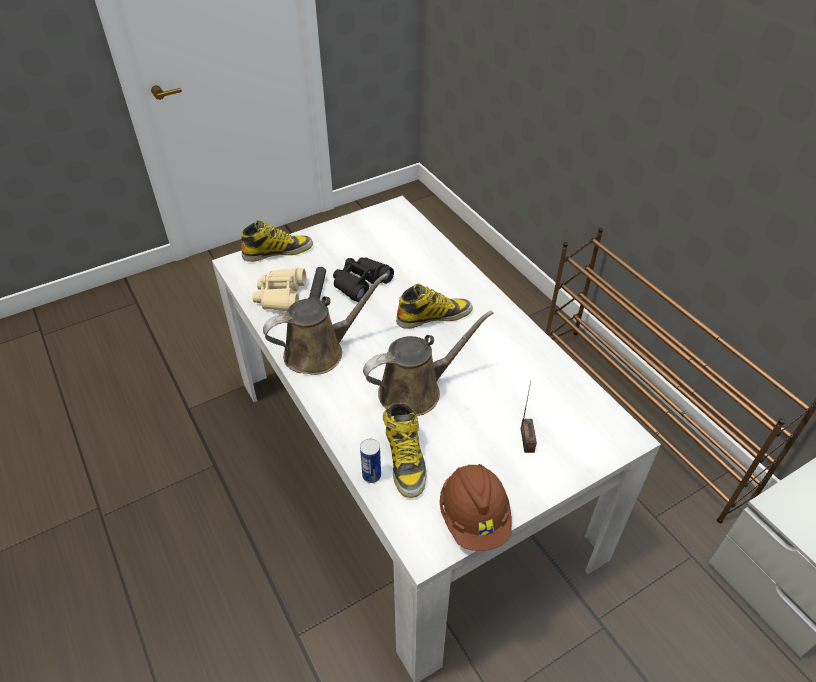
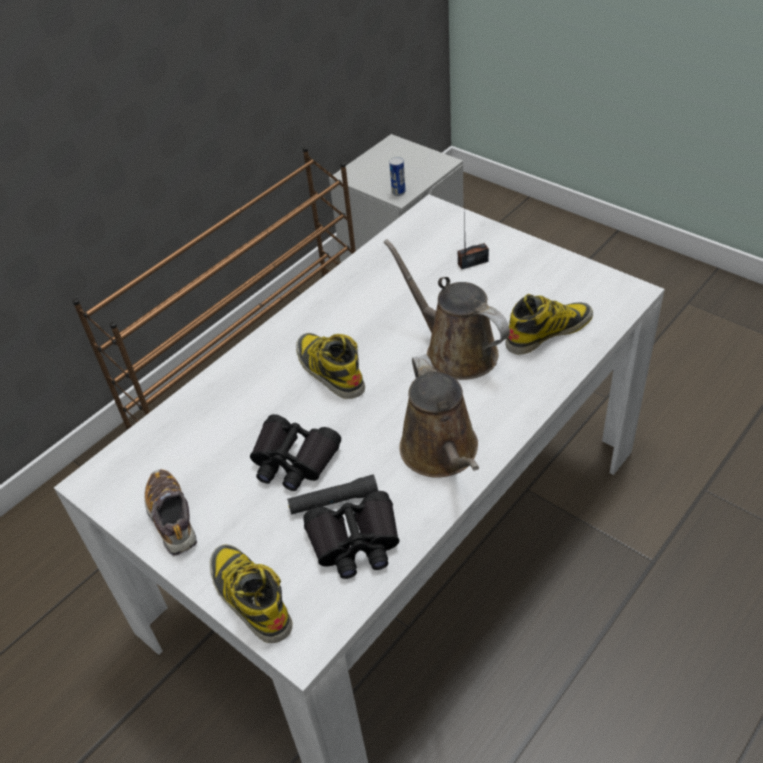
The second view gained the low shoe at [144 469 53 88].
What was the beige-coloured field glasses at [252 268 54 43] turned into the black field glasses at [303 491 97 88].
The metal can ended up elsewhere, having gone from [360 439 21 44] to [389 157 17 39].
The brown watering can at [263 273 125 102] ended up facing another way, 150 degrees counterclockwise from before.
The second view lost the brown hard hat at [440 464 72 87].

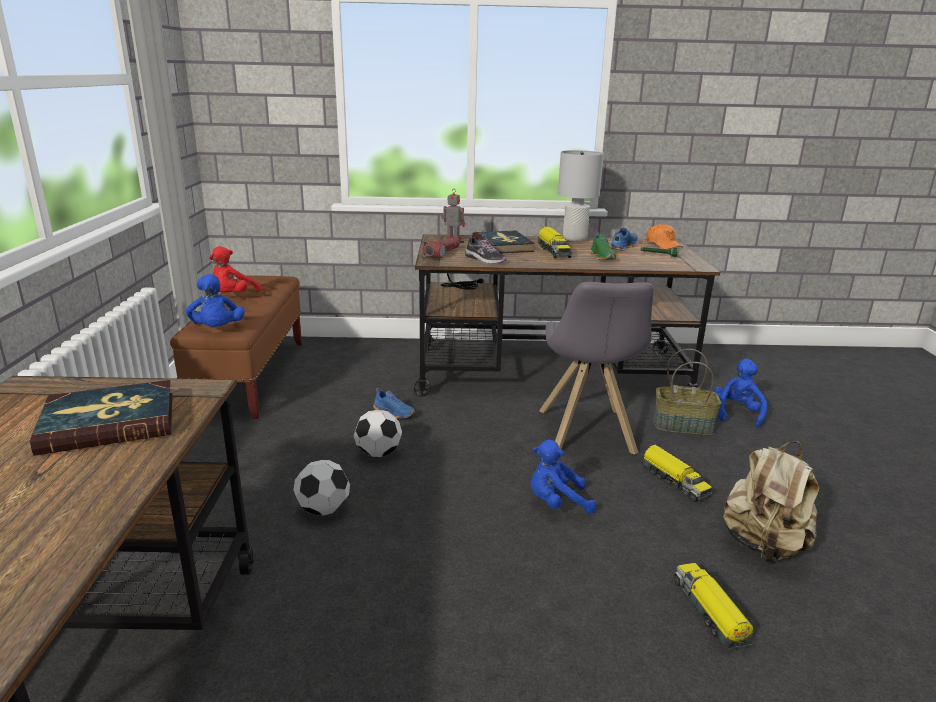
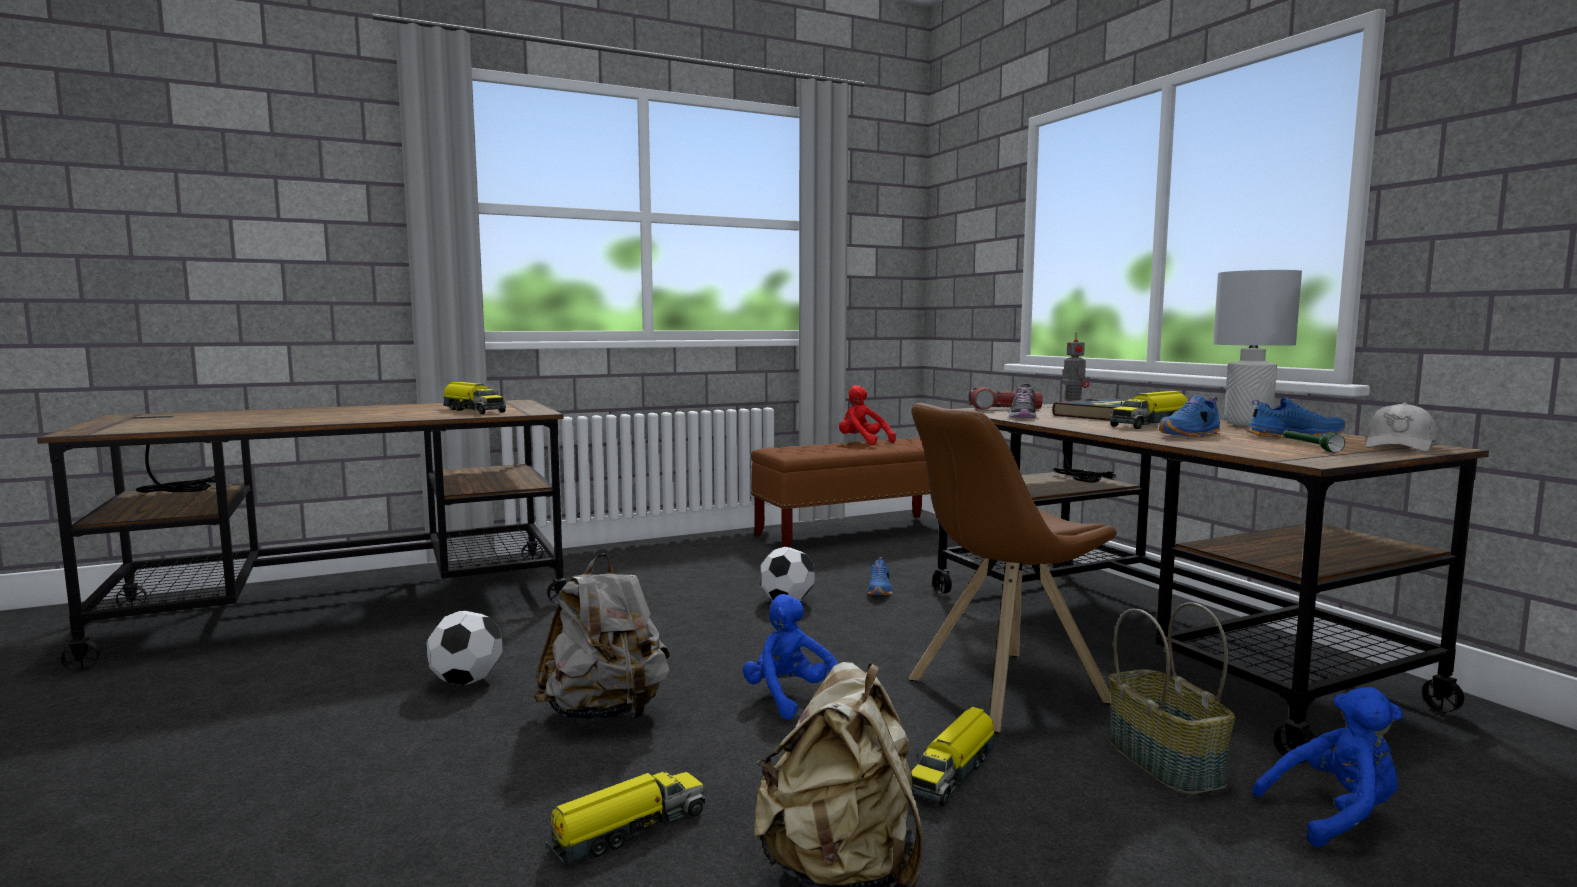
The football ball ended up elsewhere, having gone from [293 460 57 56] to [426 611 77 74].
Where the book stood at [30 380 143 76], the toy truck came to stand at [443 382 63 32].
The second view gained the grey rucksack at [533 553 137 167].
The reddish soft toy at [209 246 53 47] ended up facing another way, 45 degrees clockwise from before.
What was the grey plain chair at [539 282 114 173] turned into the brown plain chair at [909 403 208 330].
What was the green-coloured low shoe at [590 232 26 28] turned into the blue low shoe at [1159 395 61 43].
What was the orangey cap at [646 223 37 26] turned into the white cap at [1365 402 72 50].
The second view lost the blue soft toy at [186 274 59 53].

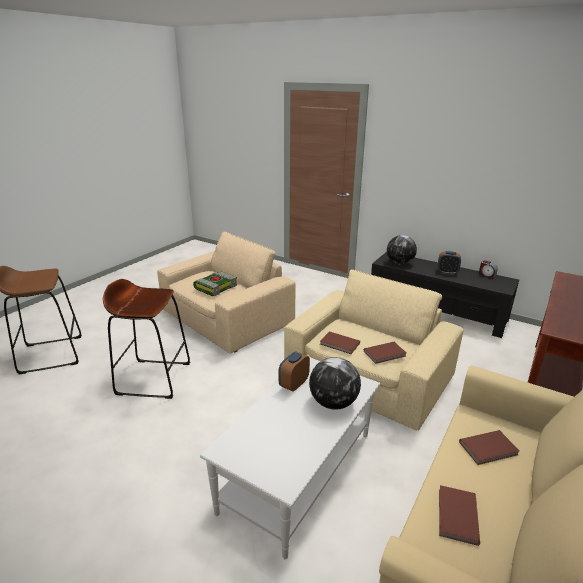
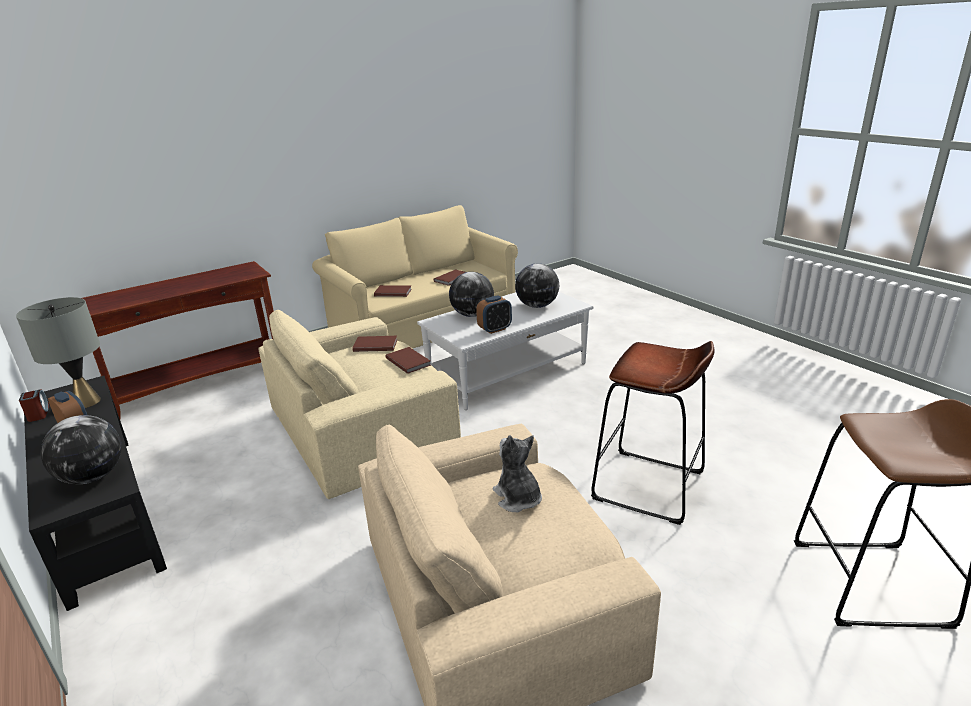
The second view gained the grey tabletop lamp at [16 297 85 111].
Where the book stood at [193 271 44 25], the soft toy came to stand at [493 435 49 77].
The second view gained the globe at [515 264 44 44].

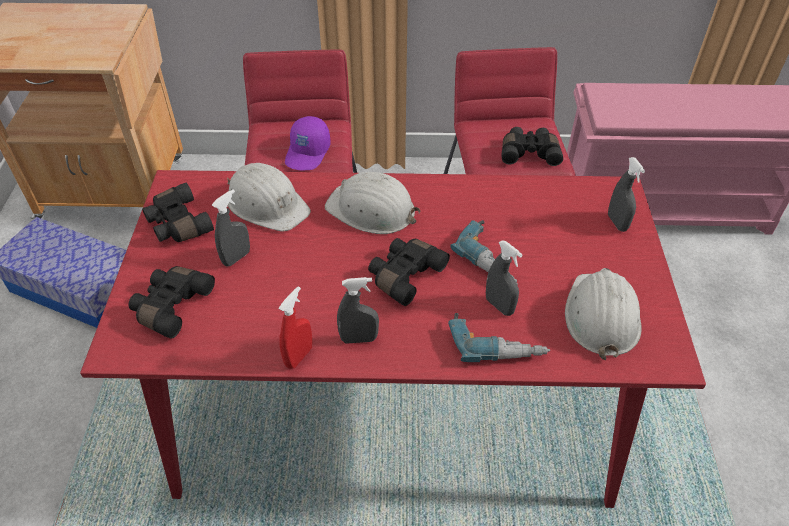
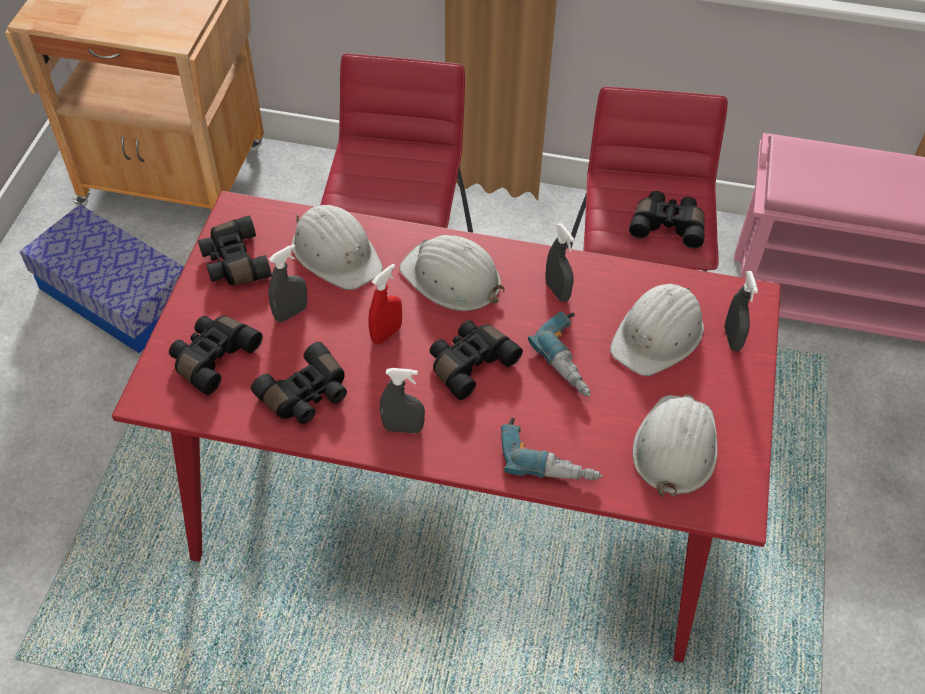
The second view gained the black field glasses at [251 342 96 82].
The reddish spray bottle ended up elsewhere, having gone from [278 286 34 83] to [368 264 34 80].
The grey spray bottle ended up elsewhere, having gone from [486 240 37 76] to [545 223 30 79].
The second view gained the white hard hat at [610 284 94 92].
The second view lost the purple-coloured cap at [285 116 46 54].

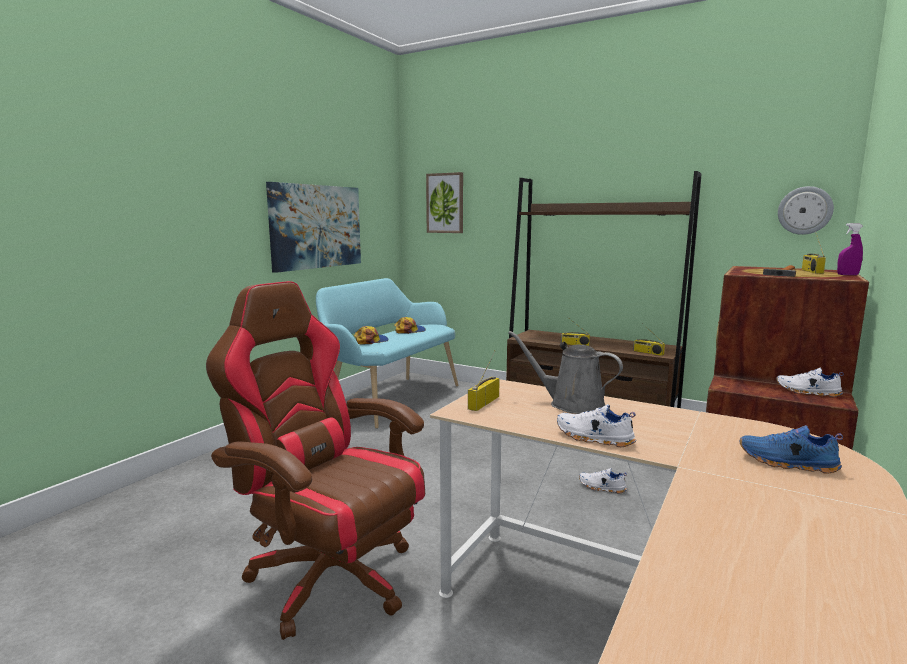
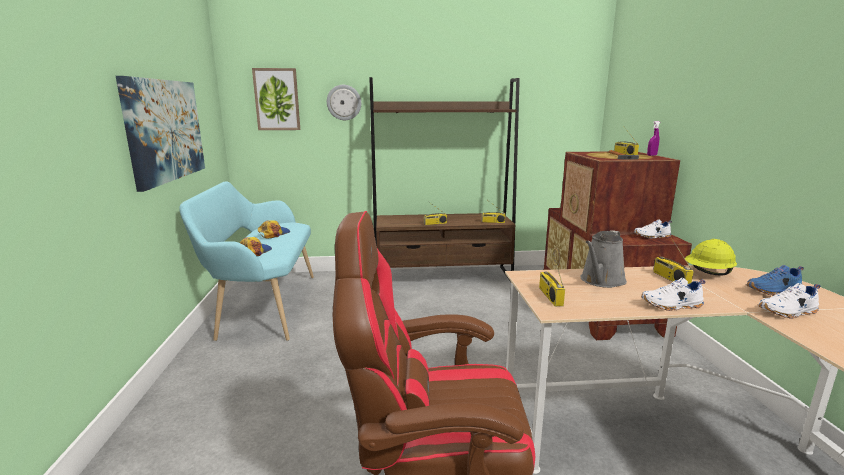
The hanging clock ended up elsewhere, having gone from [778 186 56 49] to [327 85 34 35].
The grey watering can at [508 331 115 83] ended up facing another way, 45 degrees counterclockwise from before.
The second view gained the radio set at [653 235 41 49].
The second view gained the yellow hard hat at [685 239 52 37].
The white low shoe ended up elsewhere, having gone from [579 468 48 26] to [758 283 62 36].

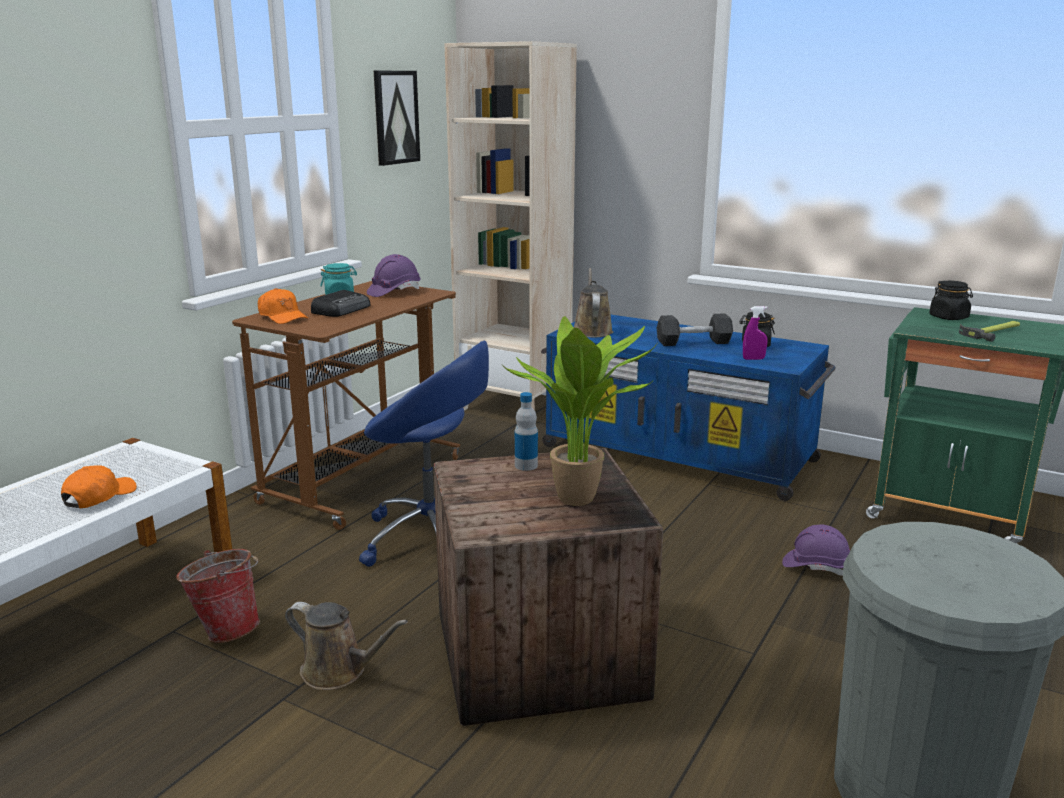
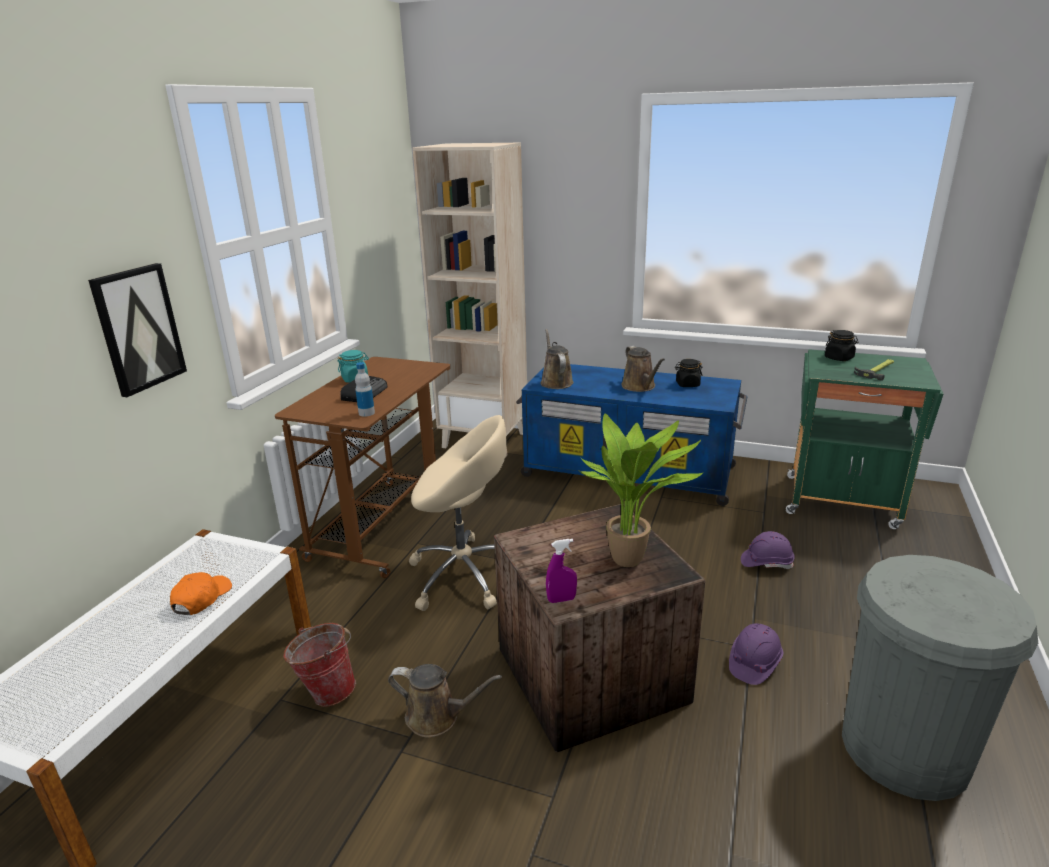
The wall art ended up elsewhere, having gone from [374 71 46 95] to [88 263 99 134].
The bottle ended up elsewhere, having gone from [515 392 23 79] to [355 362 20 55].
What was the blue desk chair at [359 341 130 226] turned into the beige-coloured desk chair at [409 415 98 196].
The purple-coloured spray bottle ended up elsewhere, having gone from [743 306 25 54] to [546 539 31 64].
Where the black dumbbell stood at [657 313 76 33], the brown watering can came to stand at [621 346 44 46].
The purple-coloured hard hat ended up elsewhere, having gone from [367 254 53 43] to [729 623 54 62].
The second view lost the orangey cap at [258 288 50 36].

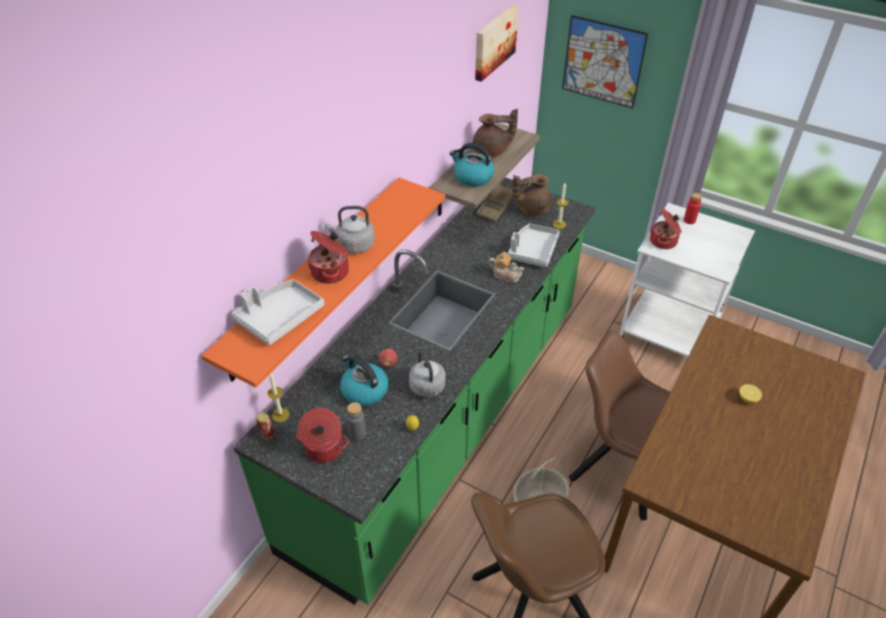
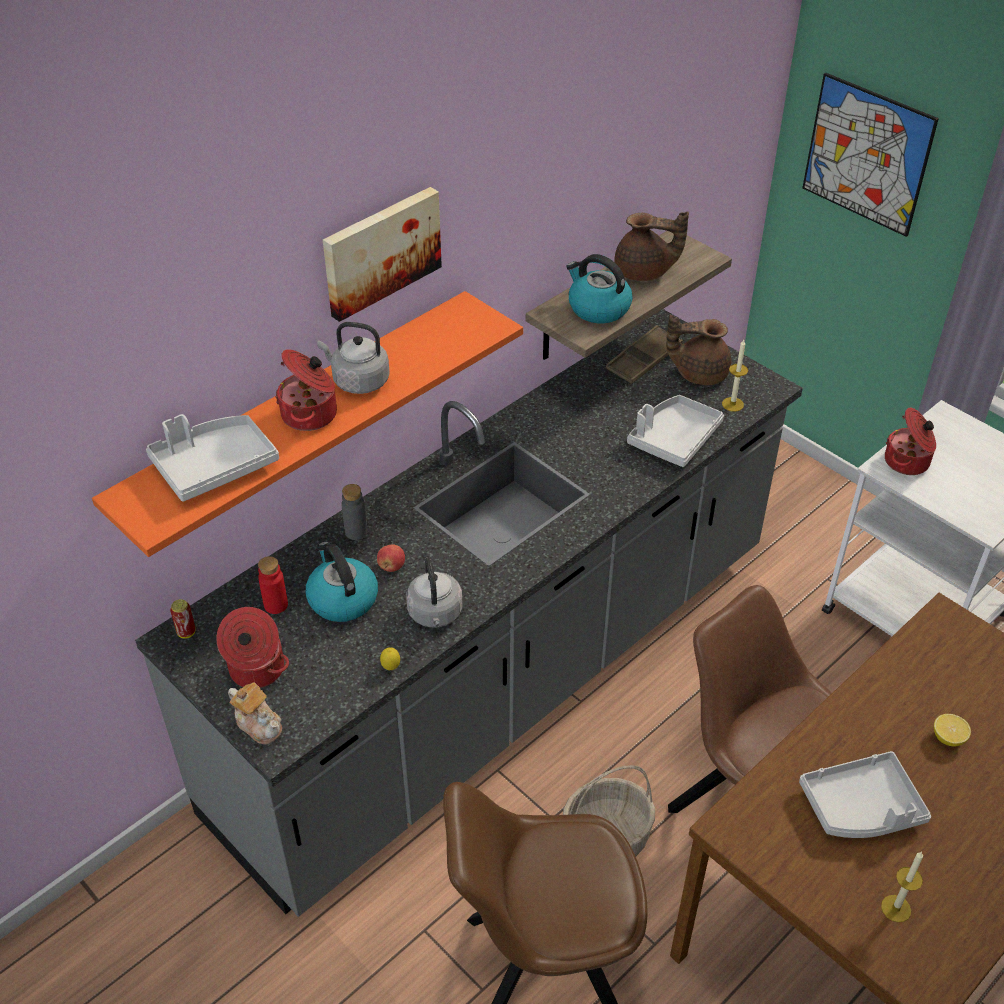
What was the green-coloured counter at [233 177 363 428] turned into the grey counter at [135 309 668 608].
The teapot ended up elsewhere, having gone from [488 252 36 31] to [228 682 54 62].
The reddish bottle ended up elsewhere, having gone from [684 193 18 31] to [258 556 30 58].
The wall art ended up elsewhere, having gone from [475 5 44 77] to [323 187 119 135].
The grey bottle ended up elsewhere, having gone from [347 402 19 39] to [341 484 27 56].
The second view gained the grey serving tray at [799 751 132 87].
The wax light ended up elsewhere, having gone from [267 373 23 49] to [881 851 42 71].

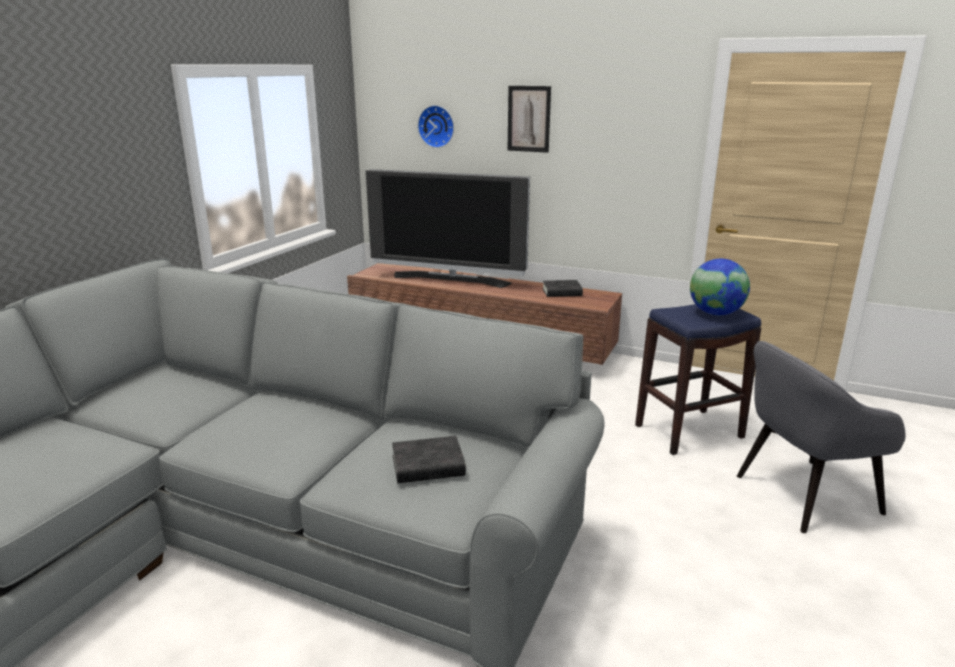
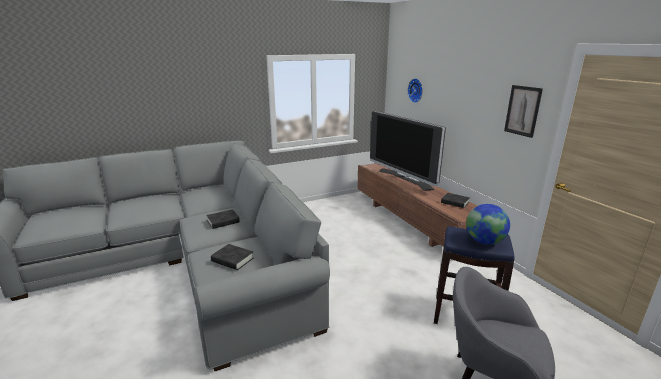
The second view gained the black book at [206 209 34 20].
The wall art ended up elsewhere, having gone from [508 86 43 67] to [504 85 39 53].

